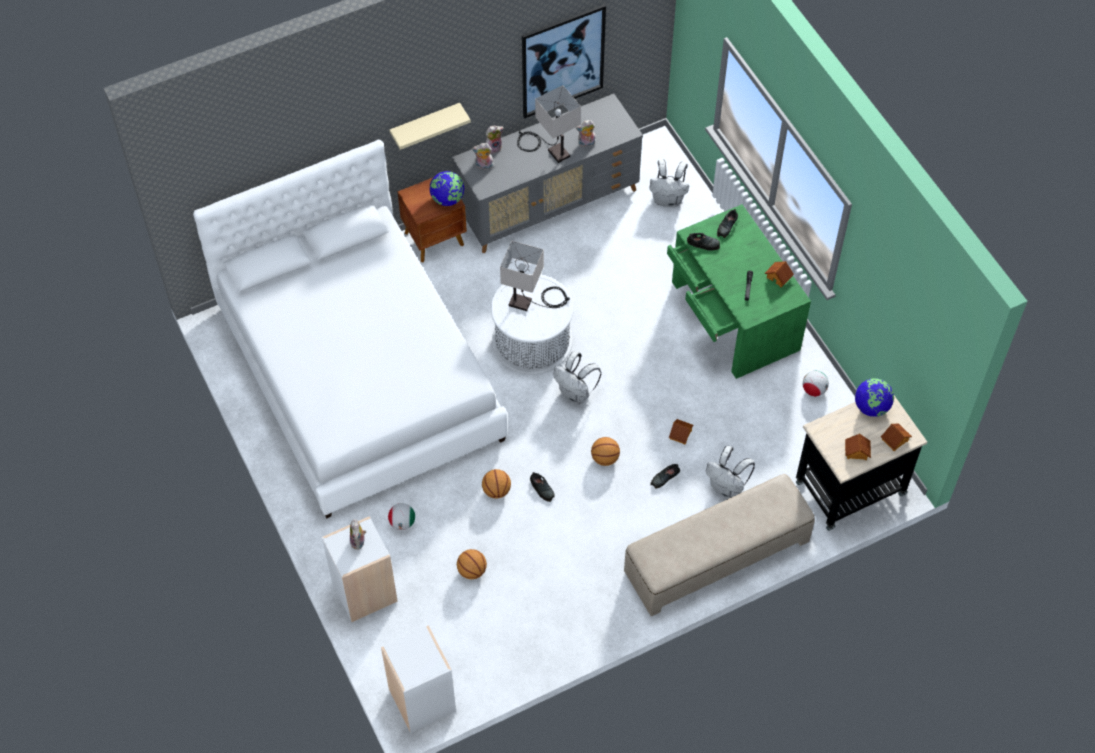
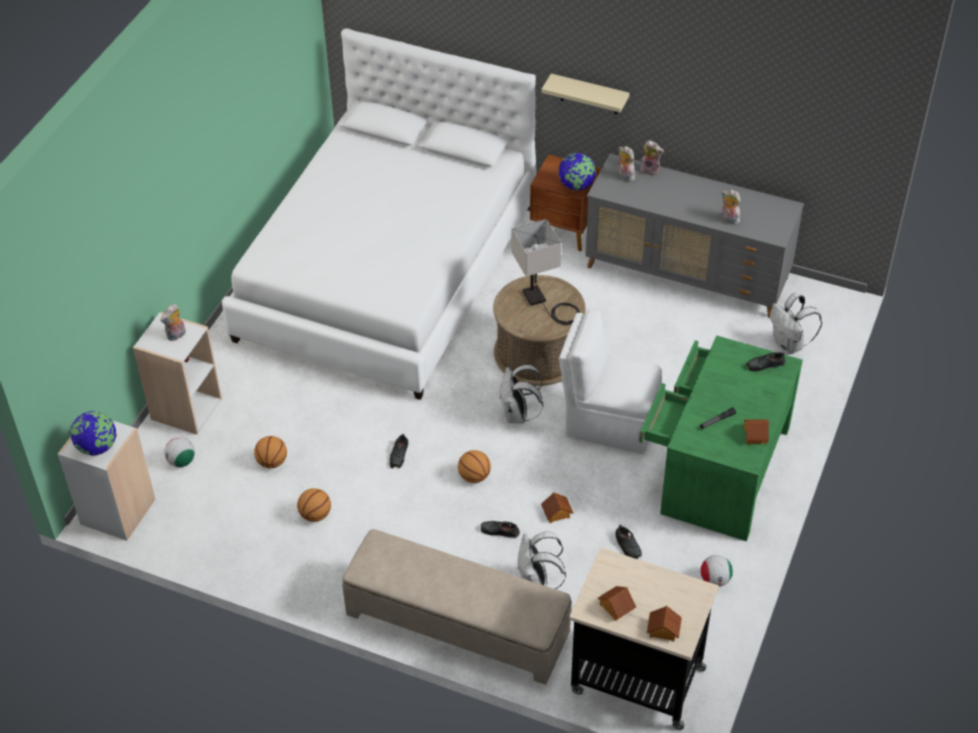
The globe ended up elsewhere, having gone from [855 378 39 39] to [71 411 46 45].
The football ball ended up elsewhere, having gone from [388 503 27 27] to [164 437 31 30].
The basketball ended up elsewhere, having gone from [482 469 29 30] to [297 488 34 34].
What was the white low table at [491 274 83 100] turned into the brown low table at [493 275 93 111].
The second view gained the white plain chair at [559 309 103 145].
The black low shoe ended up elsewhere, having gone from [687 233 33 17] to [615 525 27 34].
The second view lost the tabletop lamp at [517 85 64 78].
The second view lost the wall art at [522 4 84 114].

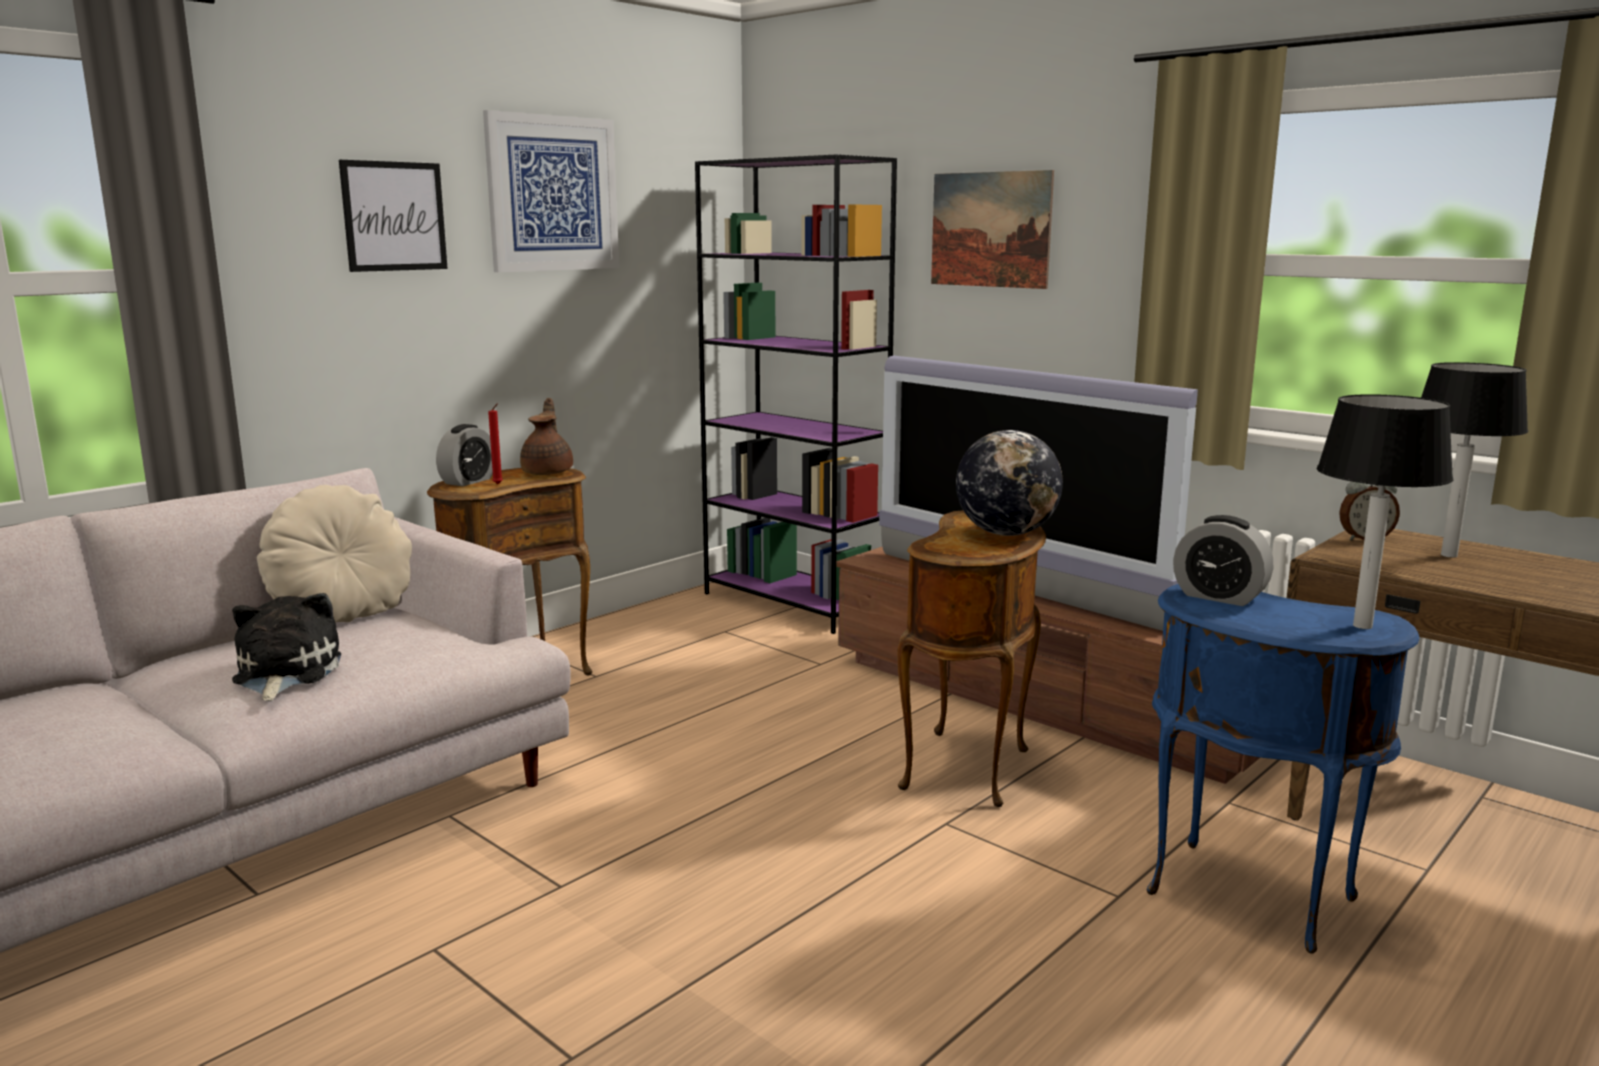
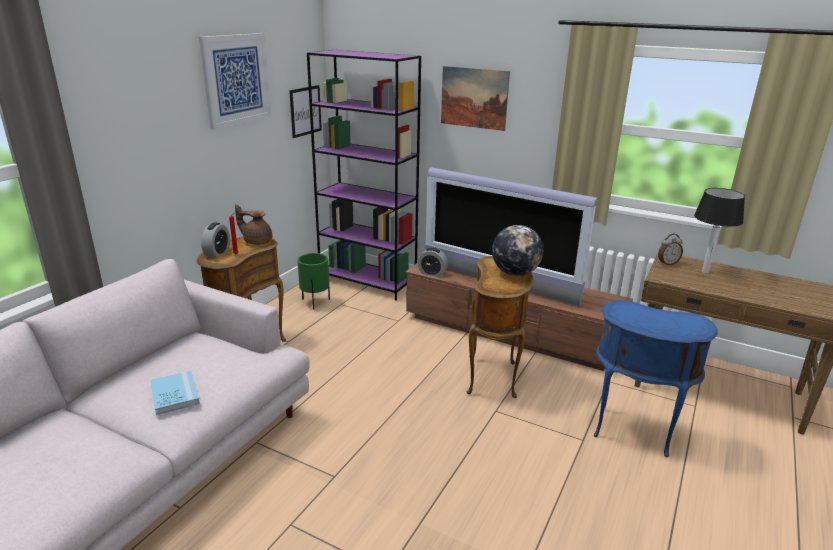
Where the soft toy stood at [232 593 109 108], the blue book came to stand at [150 370 50 45].
The brown teapot at [520 398 53 77] ended up facing another way, 60 degrees counterclockwise from before.
The wall art ended up elsewhere, having gone from [339 160 109 112] to [289 85 33 53].
The second view gained the green-coloured flower pot at [297 253 33 57].
The bedside clock ended up elsewhere, having gone from [1173 515 100 91] to [417 248 31 29].
The second view lost the beige-coloured pillow at [257 485 155 137].
The second view lost the tabletop lamp at [1317 394 136 235].

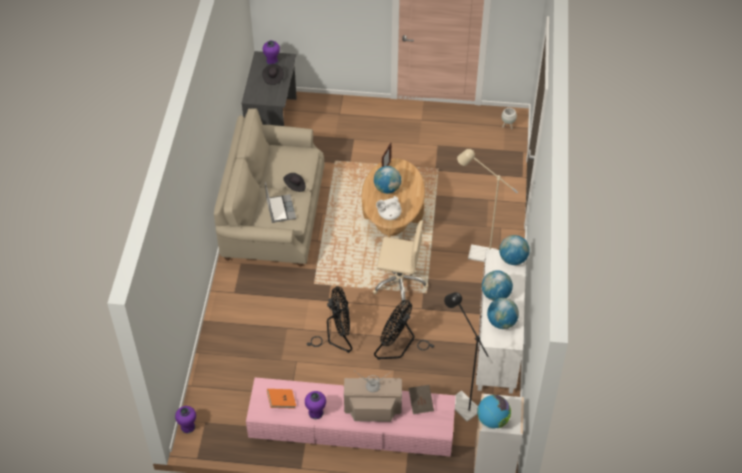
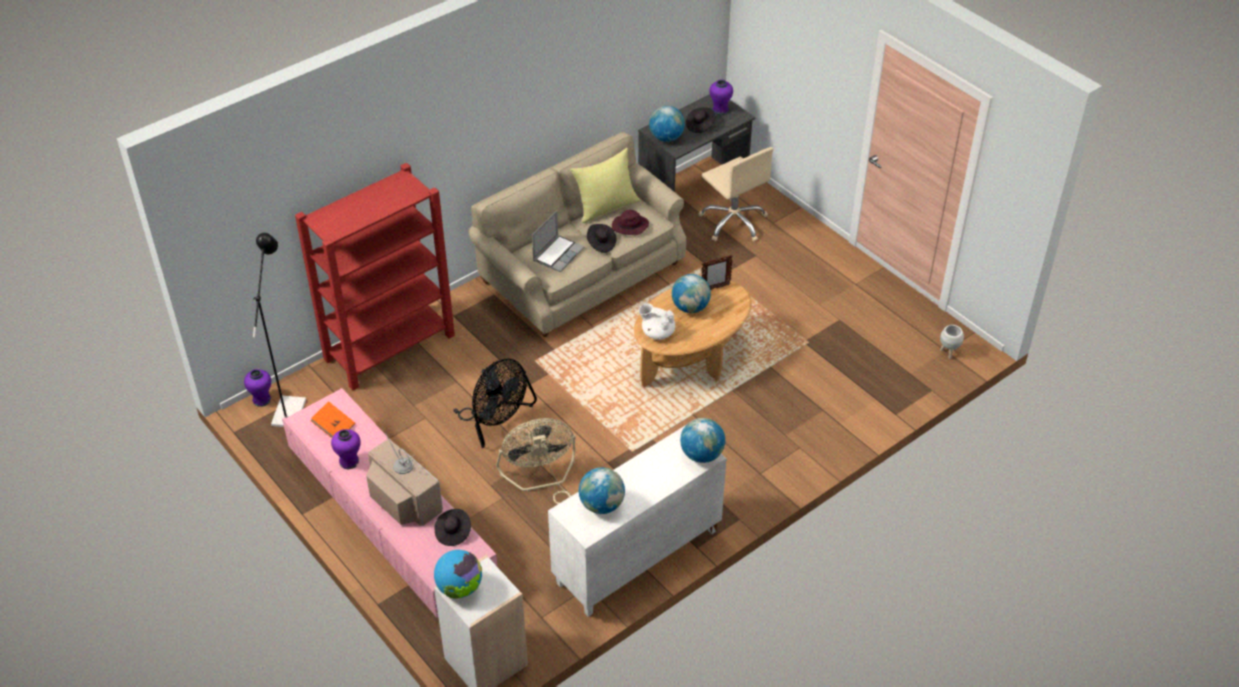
The black standing lamp ended up elsewhere, having gone from [444 292 49 130] to [253 233 53 194].
The second view gained the reddish bookcase at [295 163 160 227].
Where the brown book stood at [408 385 26 29], the black wearable hat came to stand at [435 509 36 37].
What was the black electric fan at [374 300 60 60] turned into the beige-coloured electric fan at [496 418 80 86].
The second view gained the yellow pillow at [571 148 69 75].
The second view gained the purple-coloured wearable hat at [612 210 37 25].
The globe ended up elsewhere, having gone from [482 270 31 31] to [649 106 36 36].
The beige-coloured desk chair ended up elsewhere, having gone from [373 220 55 86] to [699 147 74 95].
The second view lost the beige-coloured standing lamp at [457 149 61 113].

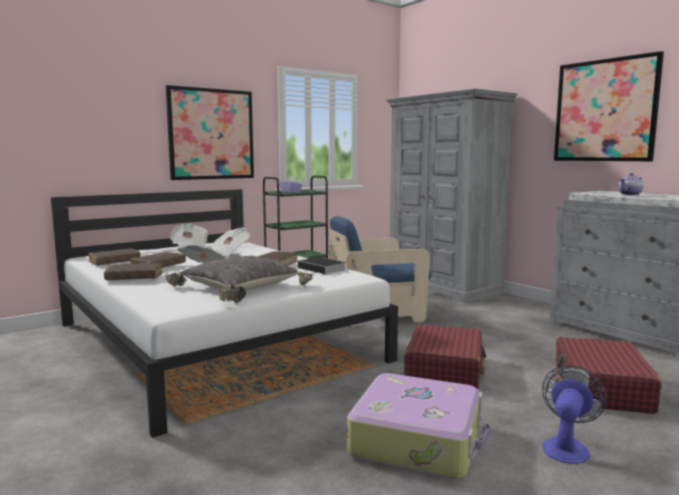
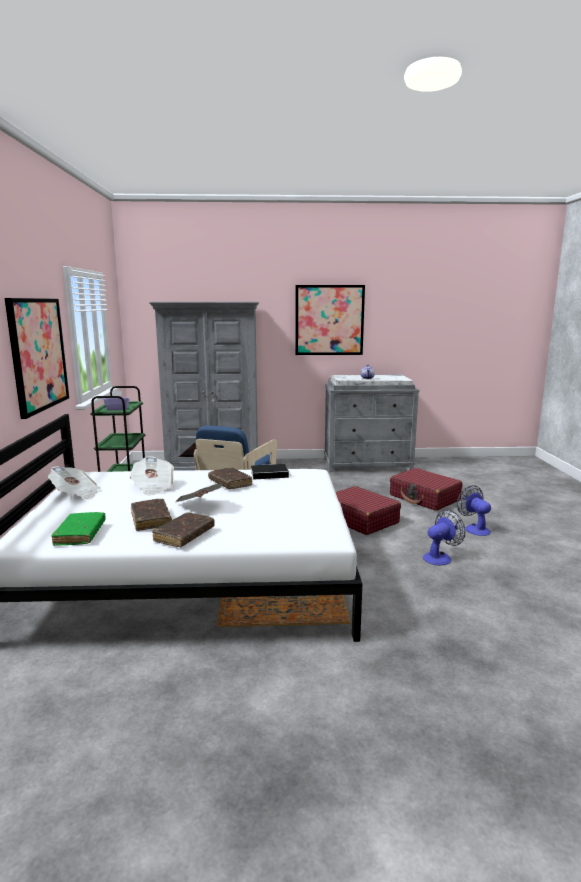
What was the brown book at [88 248 53 18] turned into the green-coloured book at [52 512 54 34].
Where the travel case stood at [347 373 143 106], the electric fan came to stand at [423 509 42 56].
The second view lost the pillow at [165 256 149 47].

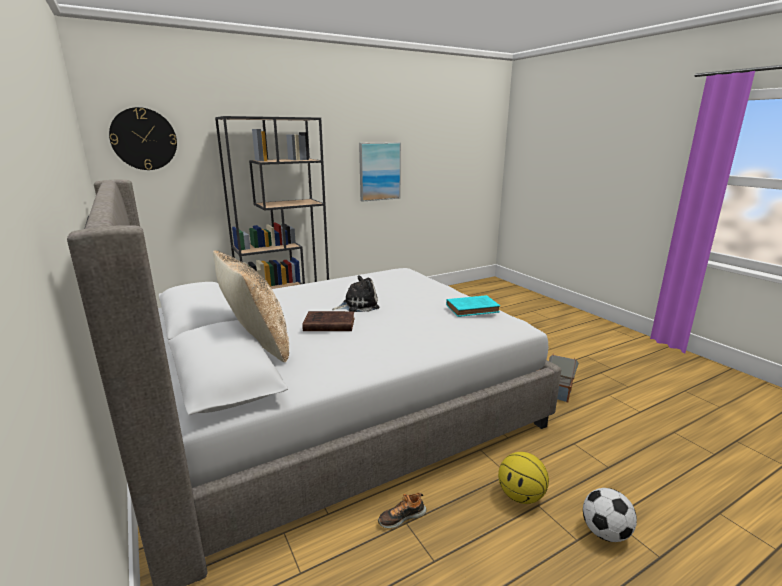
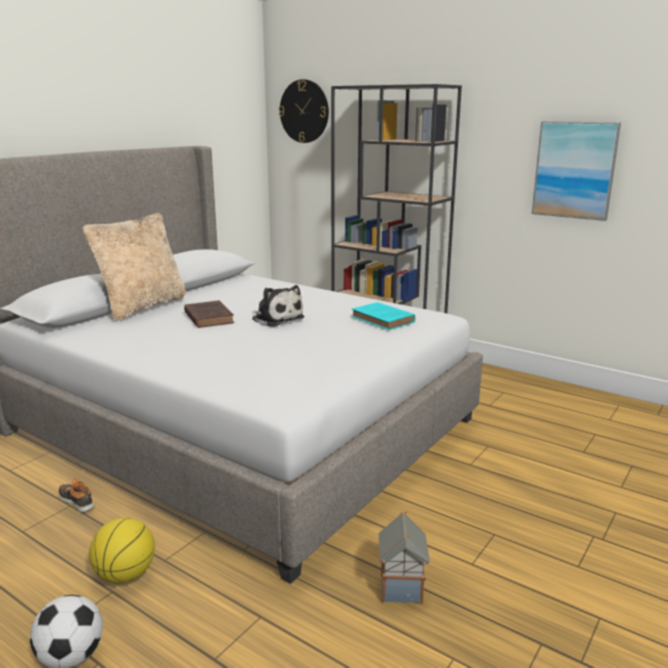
The blue-green book ended up elsewhere, having gone from [446 295 54 22] to [352 302 64 28].

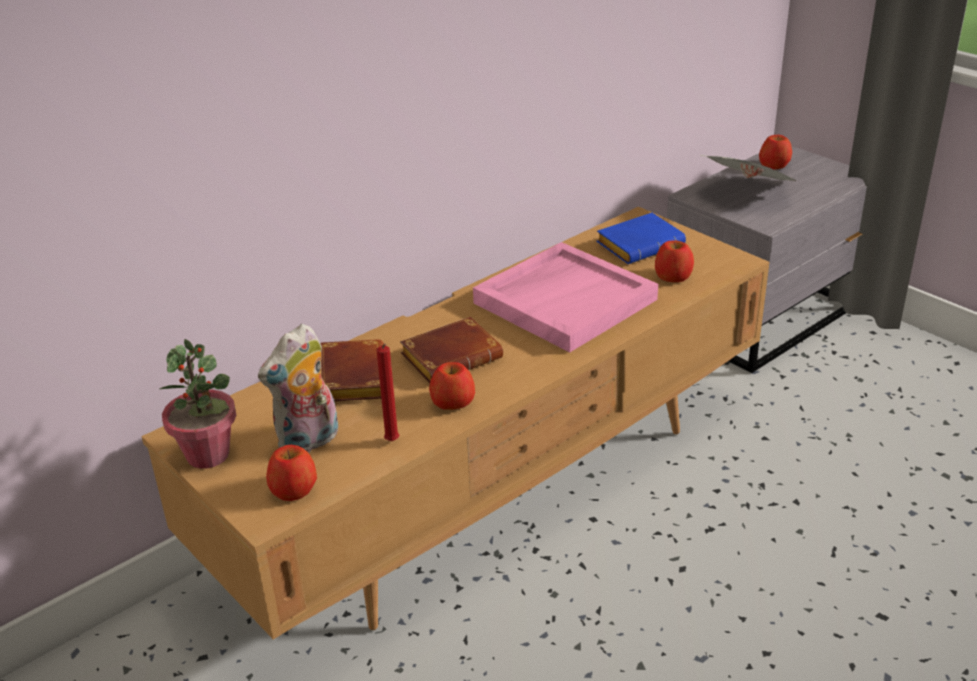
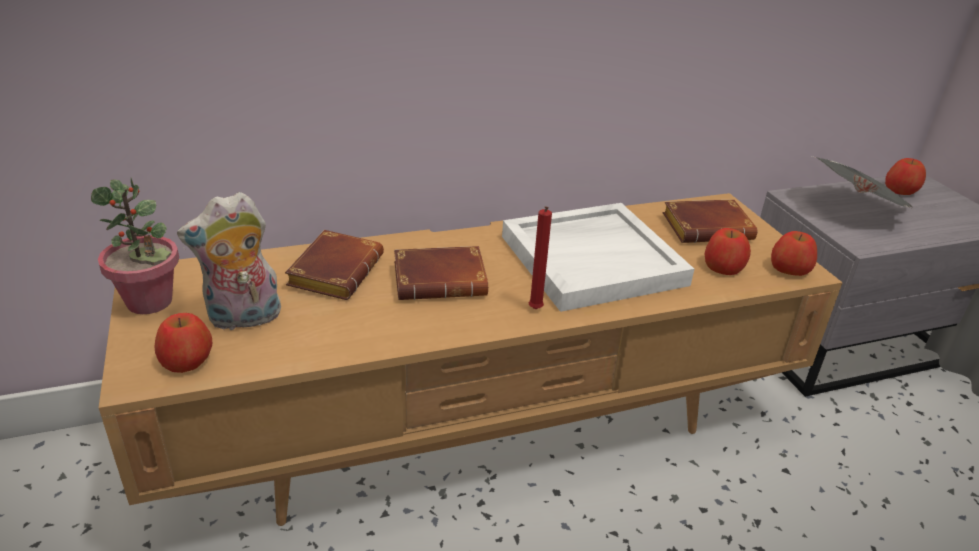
What was the pink-coloured serving tray at [473 242 185 110] turned into the white serving tray at [502 203 192 109].
The reddish wax light ended up elsewhere, having gone from [377 344 22 97] to [529 206 23 103].
What was the blue book at [596 213 90 51] turned into the brown book at [663 199 94 44].
The apple ended up elsewhere, having gone from [429 362 46 48] to [771 231 46 45].

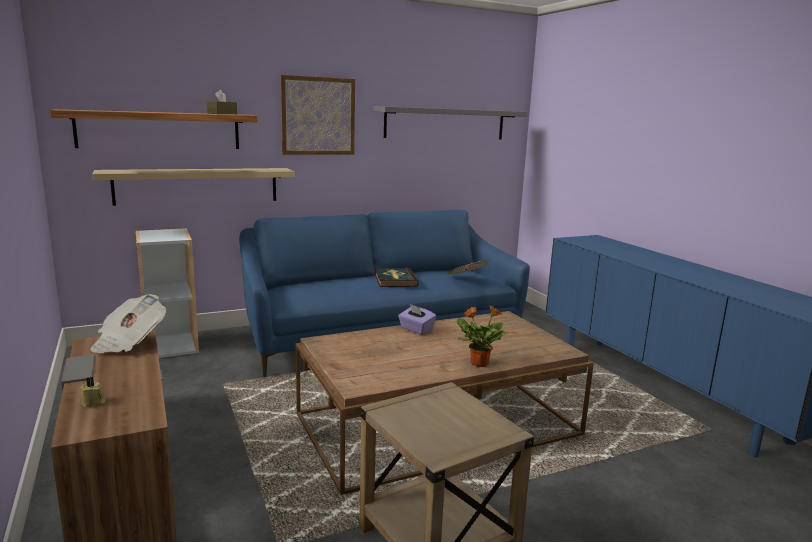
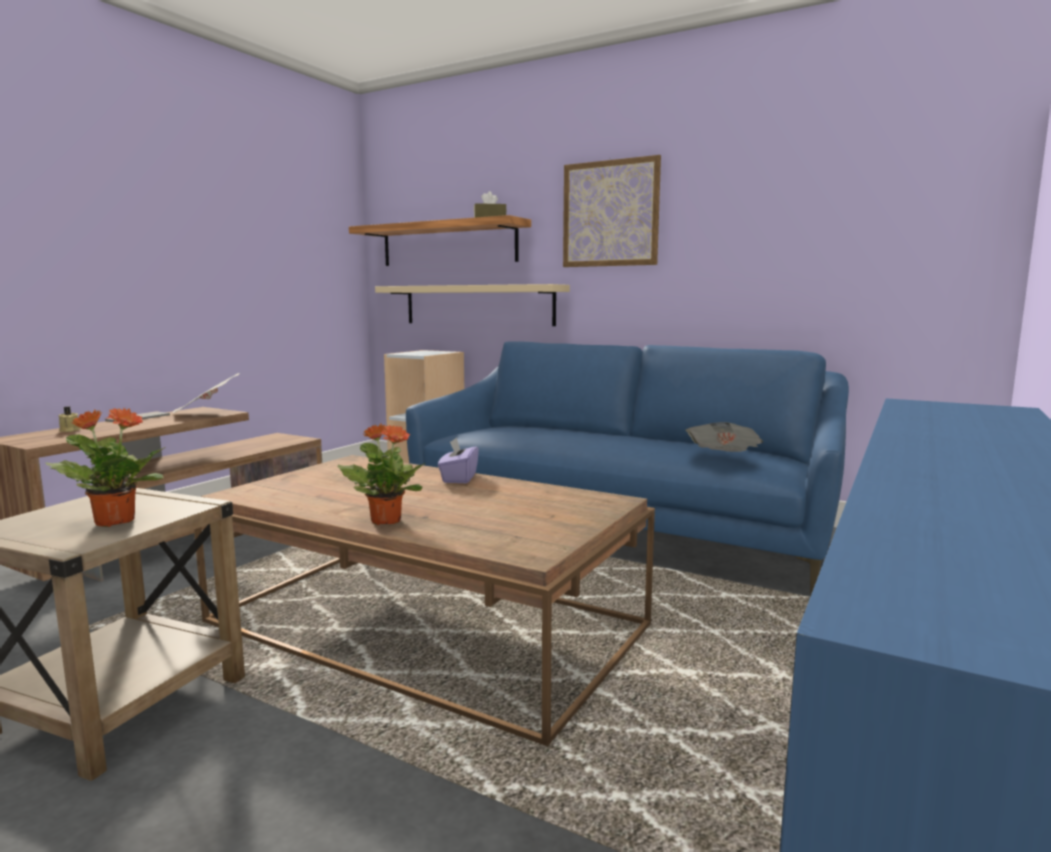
The second view gained the plant in a pot at [45 408 121 119].
The second view lost the grey shelf at [374 106 154 34].
The second view lost the book at [375 268 44 19].

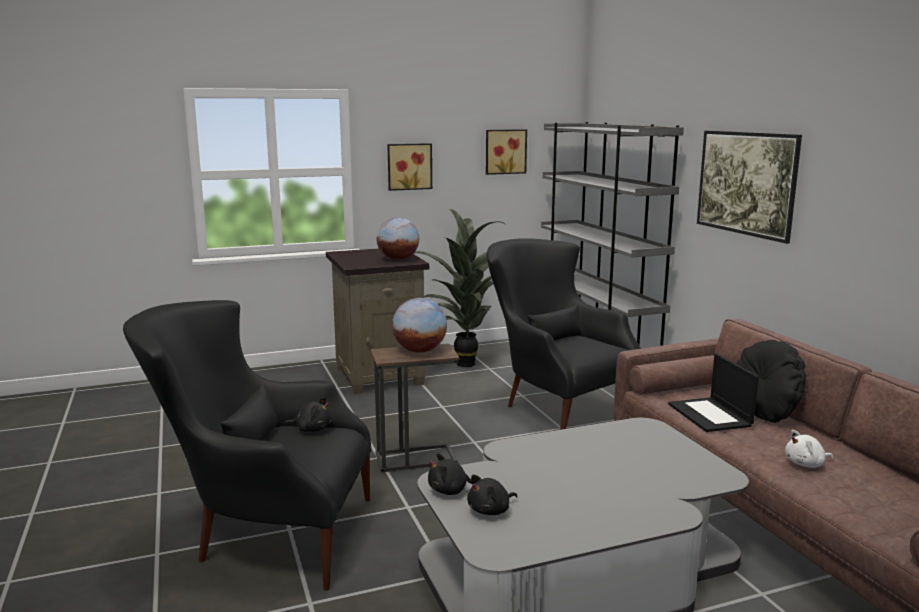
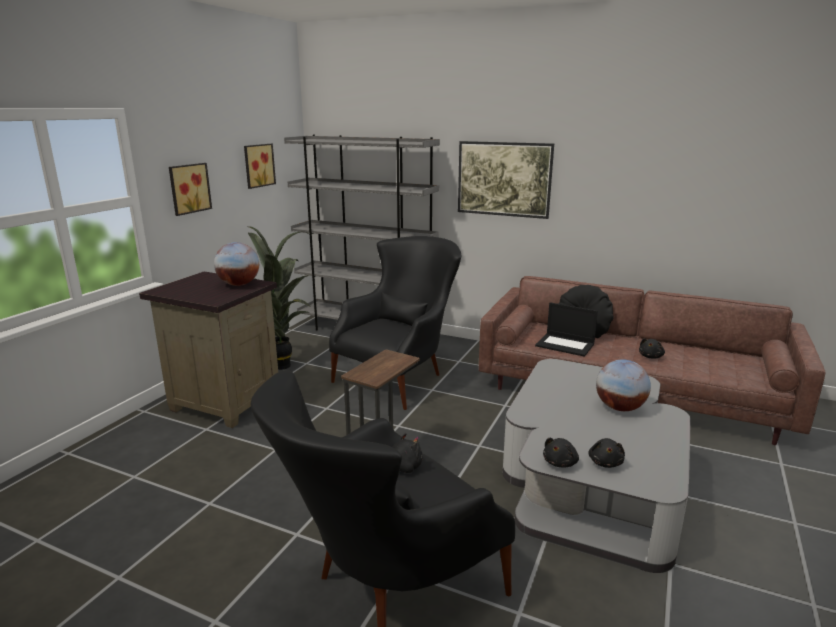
The black armchair at [487 238 154 192] ended up facing another way, 120 degrees clockwise from before.
The globe ended up elsewhere, having gone from [392 298 55 55] to [596 359 55 52].
What was the white soft toy at [785 430 48 38] turned into the black soft toy at [639 338 26 20].

